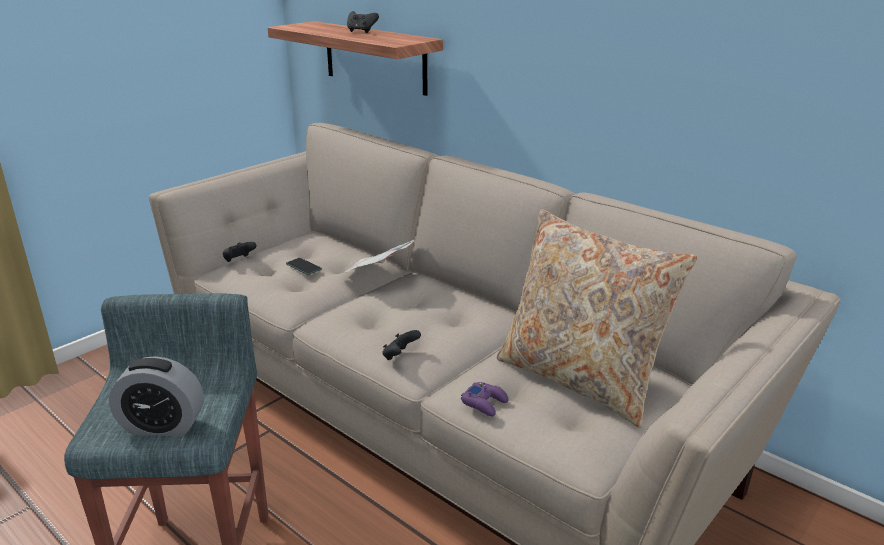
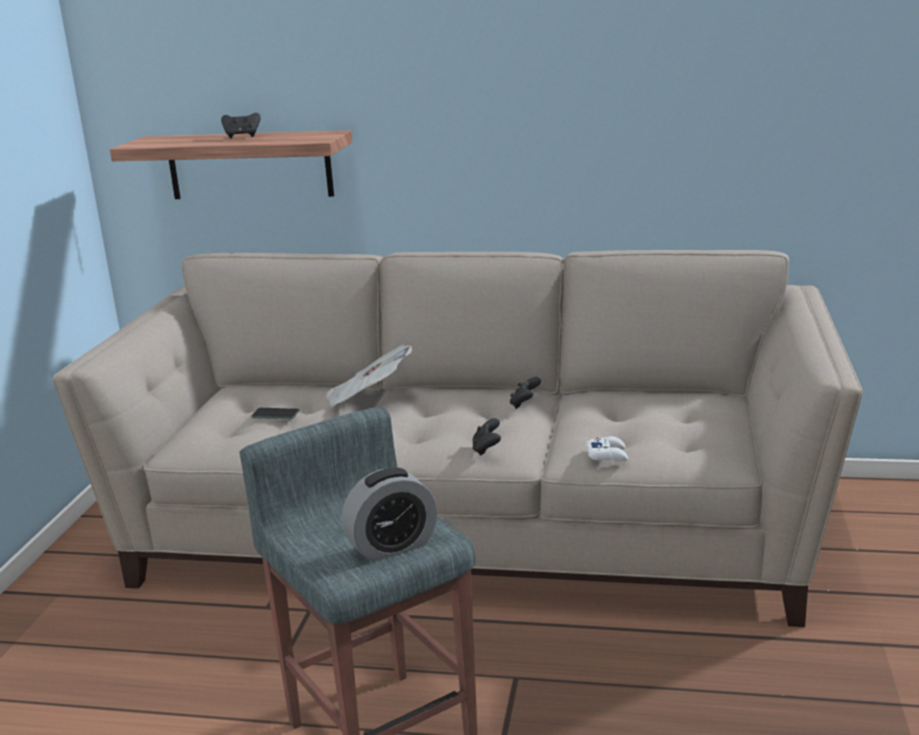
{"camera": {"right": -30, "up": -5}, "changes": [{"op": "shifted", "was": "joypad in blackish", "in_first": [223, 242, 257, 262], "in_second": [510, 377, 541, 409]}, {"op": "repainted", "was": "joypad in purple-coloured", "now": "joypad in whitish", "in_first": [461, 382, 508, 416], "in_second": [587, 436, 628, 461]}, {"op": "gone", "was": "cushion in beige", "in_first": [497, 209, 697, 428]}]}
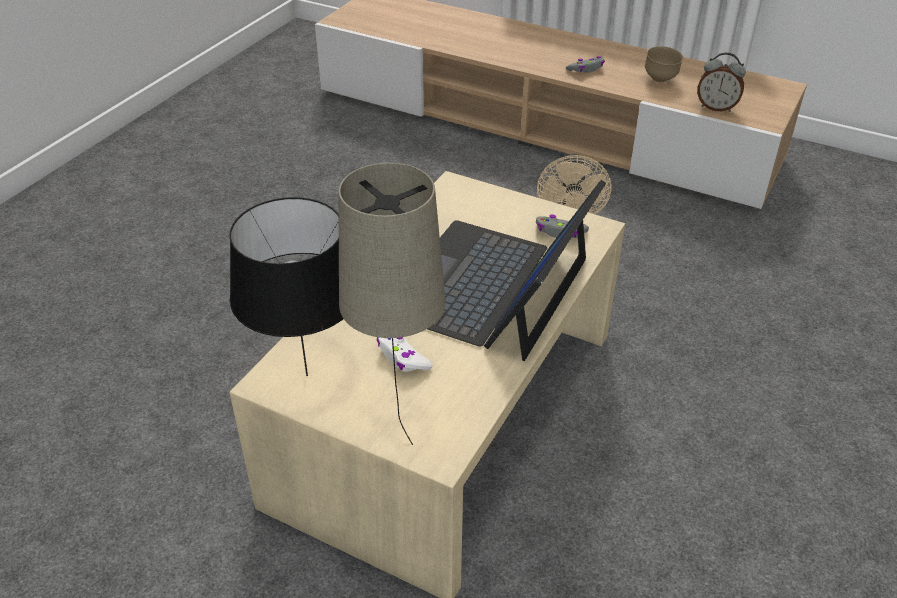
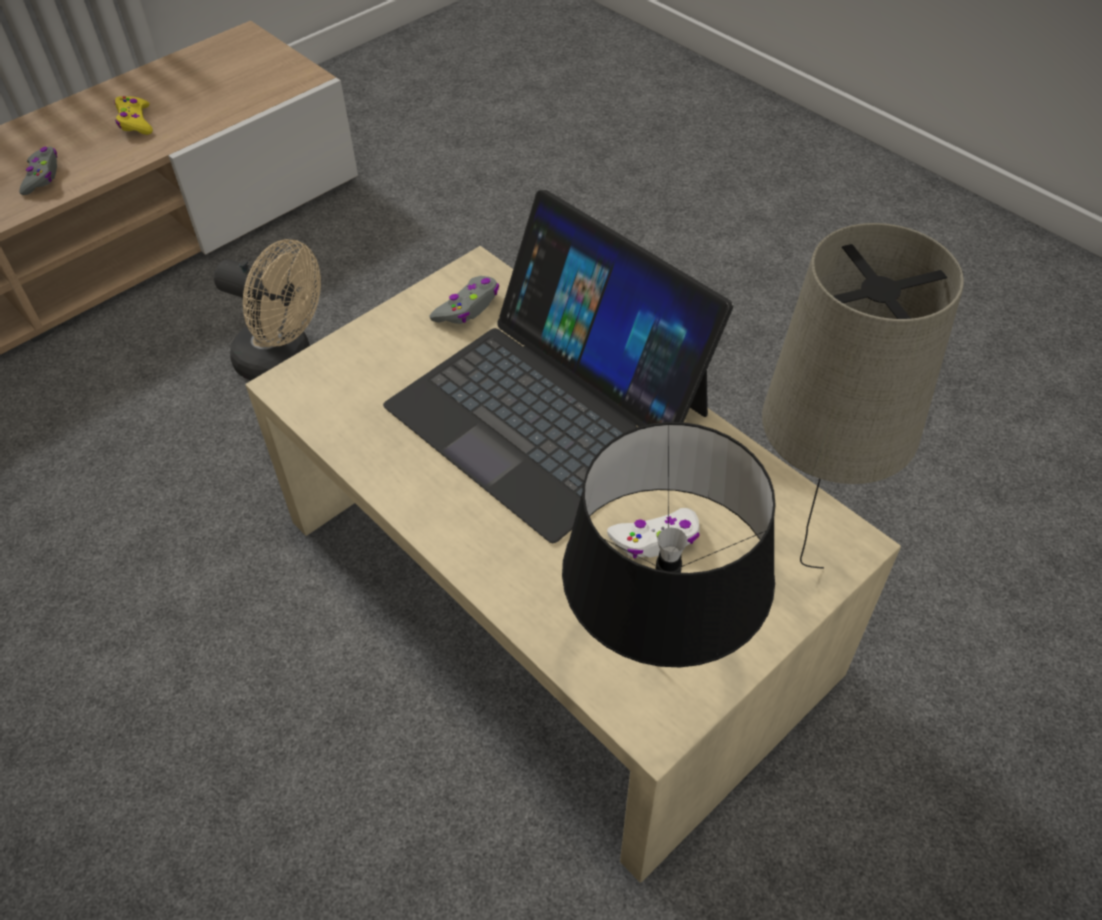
{"camera": {"right": -70, "up": 10}, "changes": [{"op": "swapped", "was": "serving bowl in brownish", "now": "joypad in yellowish", "in_first": [645, 46, 683, 82], "in_second": [114, 96, 153, 135]}, {"op": "gone", "was": "alarm clock", "in_first": [697, 52, 746, 112]}]}
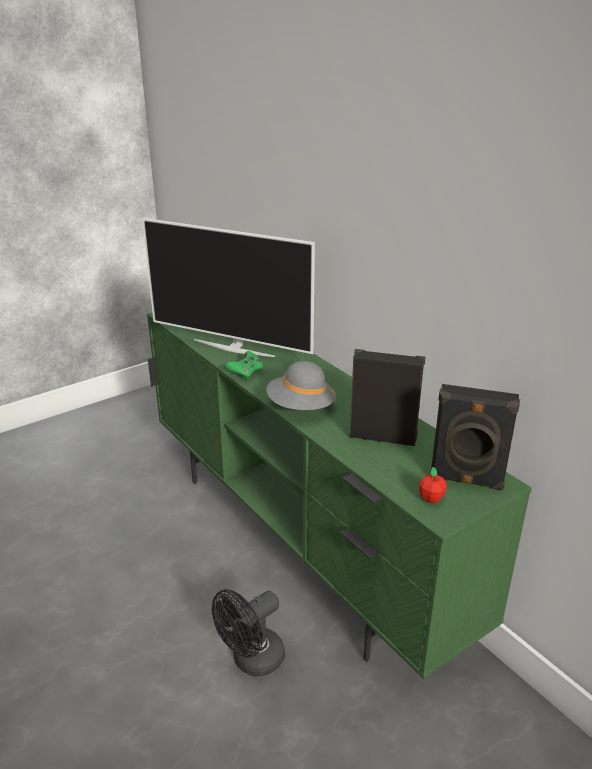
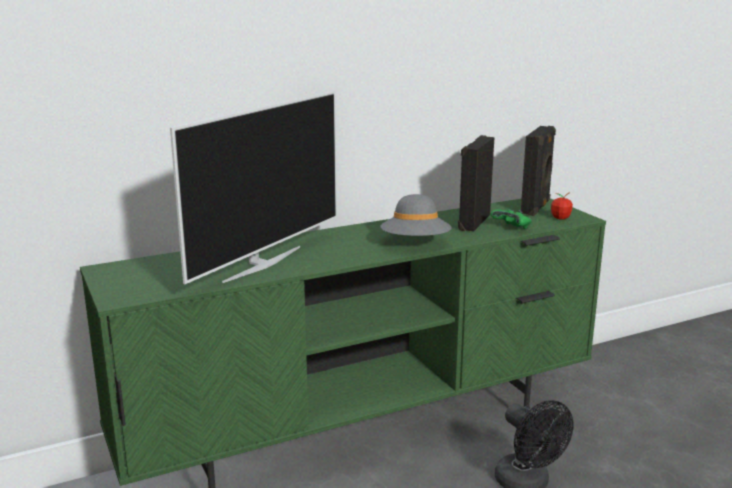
{"camera": {"right": -80, "up": -10}, "changes": [{"op": "shifted", "was": "joypad in green-coloured", "in_first": [225, 351, 263, 380], "in_second": [491, 209, 531, 229]}]}
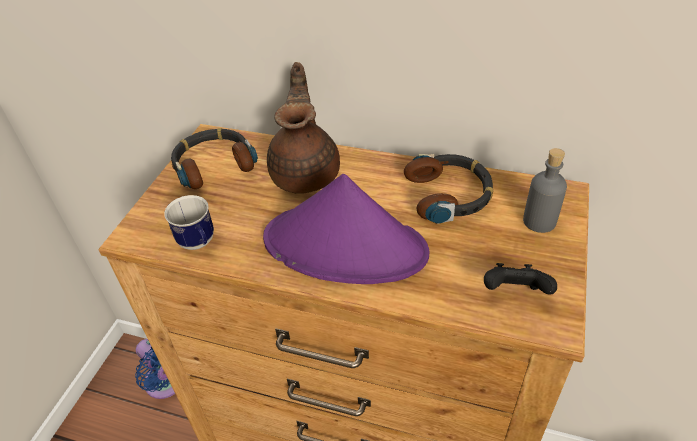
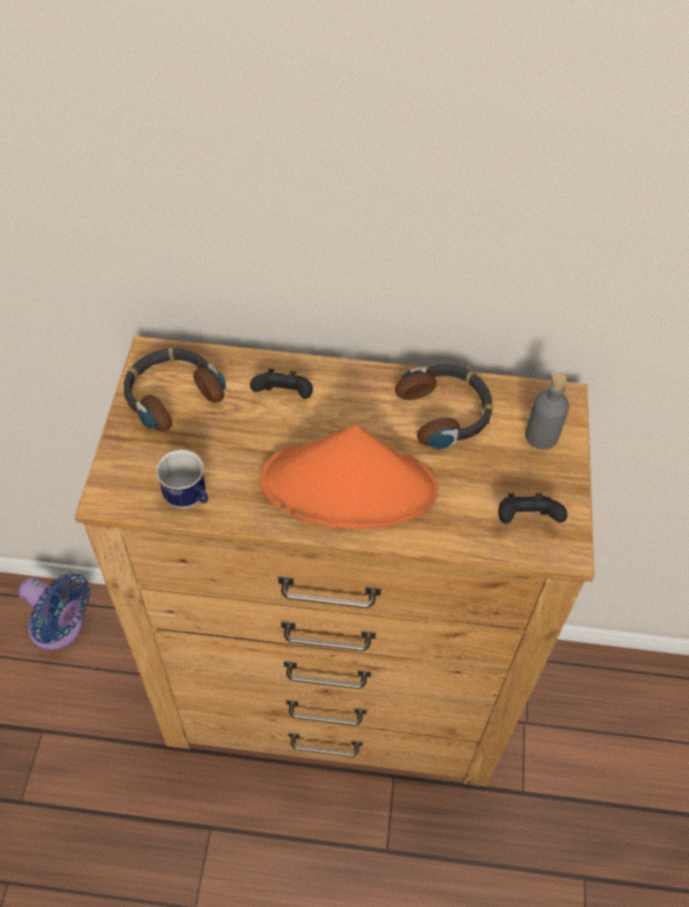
{"camera": {"right": -15, "up": 10}, "changes": [{"op": "swapped", "was": "teapot in brownish", "now": "joypad in blackish", "in_first": [267, 62, 340, 194], "in_second": [250, 369, 313, 399]}, {"op": "repainted", "was": "hat in purple-coloured", "now": "hat in orange", "in_first": [263, 174, 429, 284], "in_second": [260, 424, 438, 529]}]}
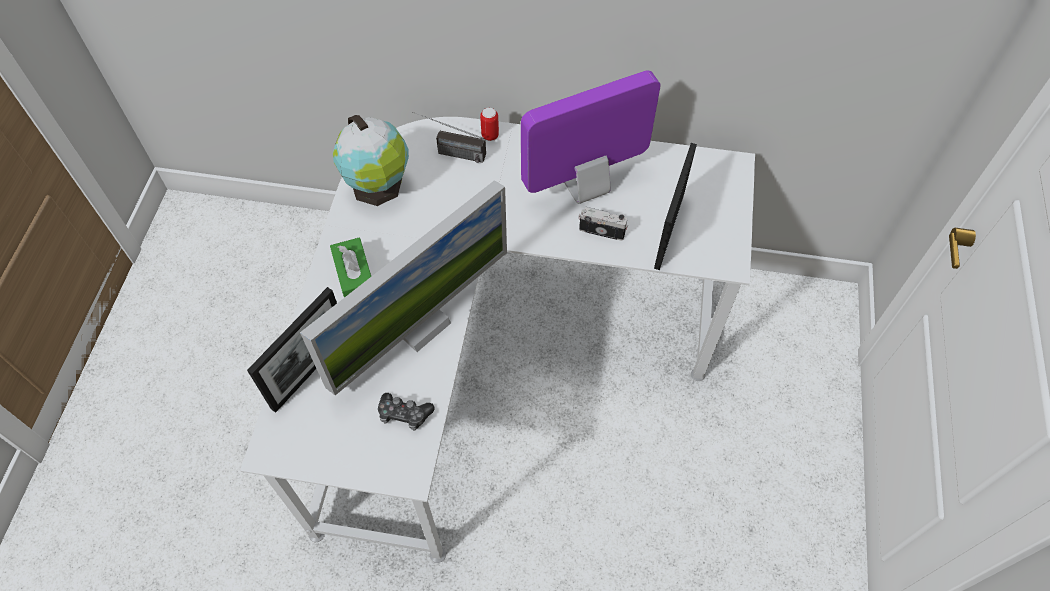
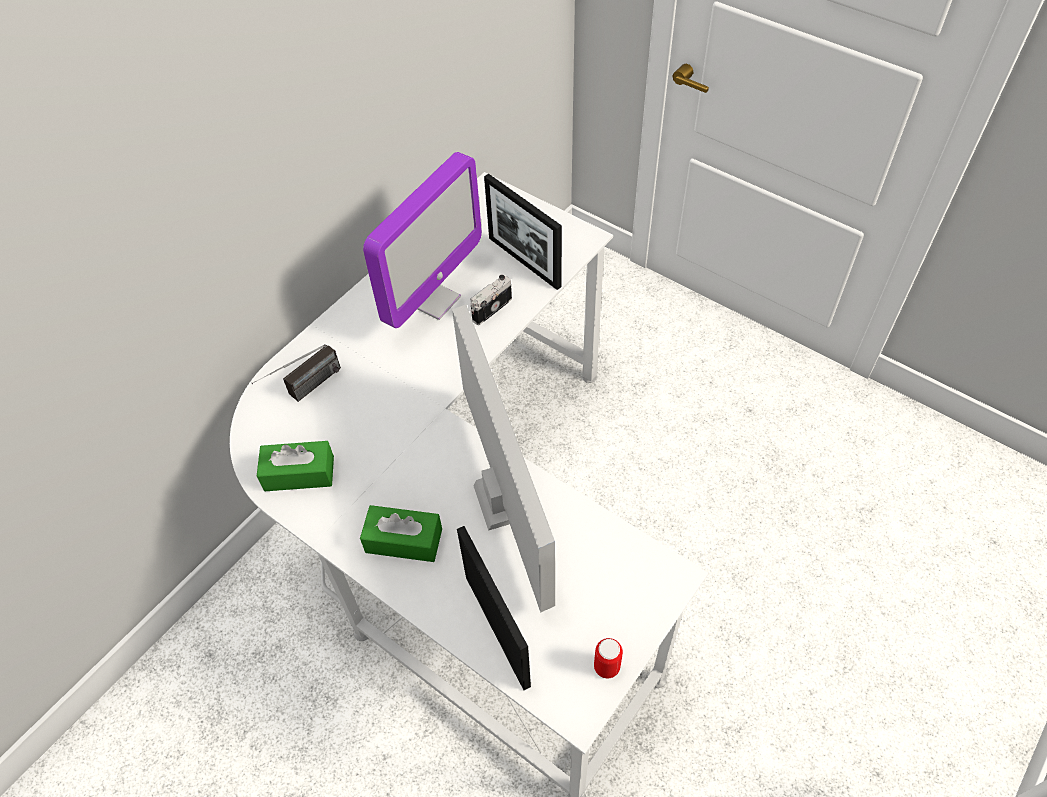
{"camera": {"right": -60, "up": -5}, "changes": [{"op": "swapped", "was": "globe", "now": "box of tissues in green-coloured", "in_first": [333, 115, 409, 206], "in_second": [257, 441, 334, 491]}, {"op": "rotated", "was": "computer screen", "in_first": [521, 70, 661, 204], "in_second": [363, 152, 482, 328], "clockwise": -150}, {"op": "shifted", "was": "can", "in_first": [480, 108, 499, 141], "in_second": [594, 638, 623, 678]}, {"op": "gone", "was": "joypad", "in_first": [378, 393, 435, 431]}]}
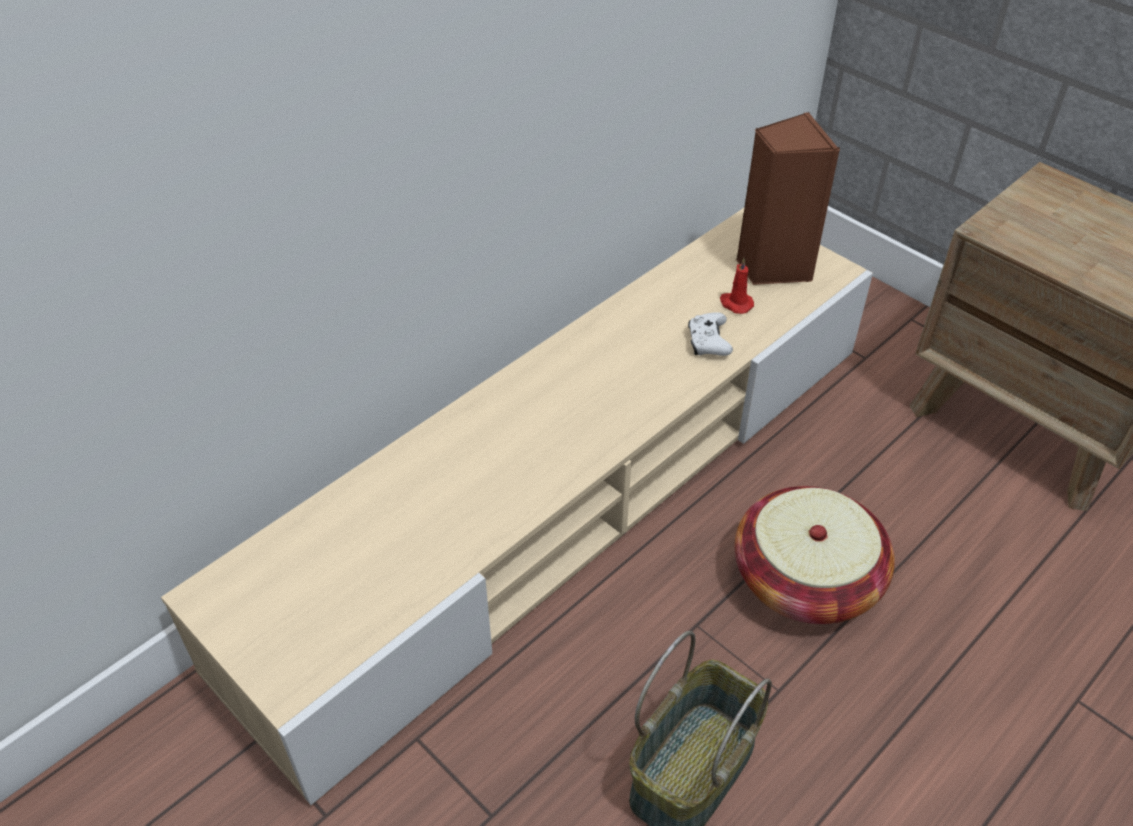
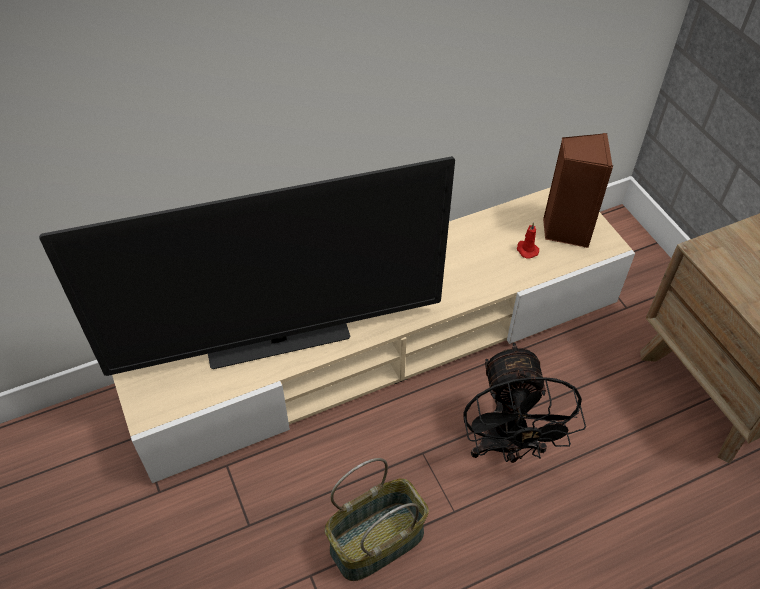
{"camera": {"right": 20, "up": 5}, "changes": [{"op": "new", "now": "TV", "in_second": [39, 156, 455, 376]}, {"op": "swapped", "was": "basket", "now": "cooling fan in blackish", "in_first": [734, 486, 895, 624], "in_second": [463, 343, 586, 463]}, {"op": "gone", "was": "joypad in whitish", "in_first": [688, 312, 733, 356]}]}
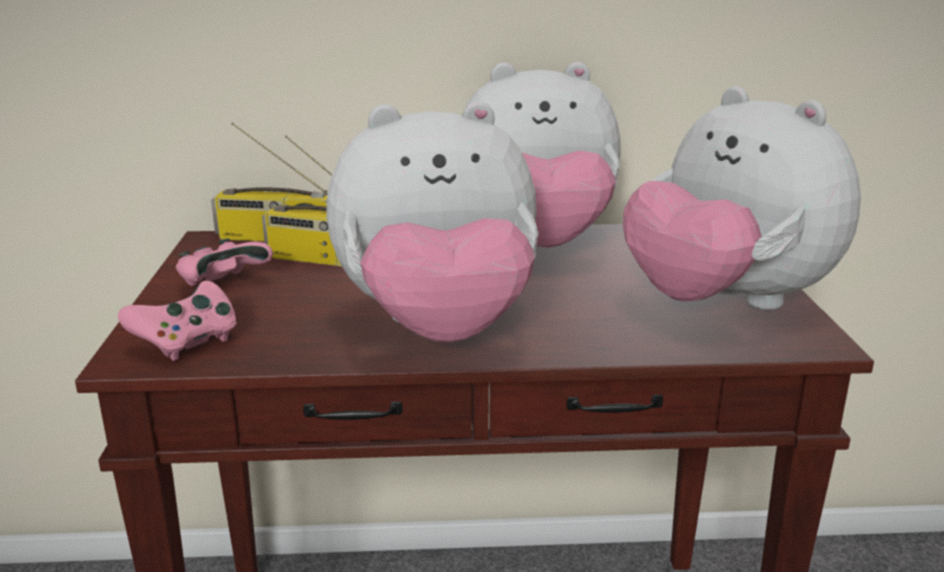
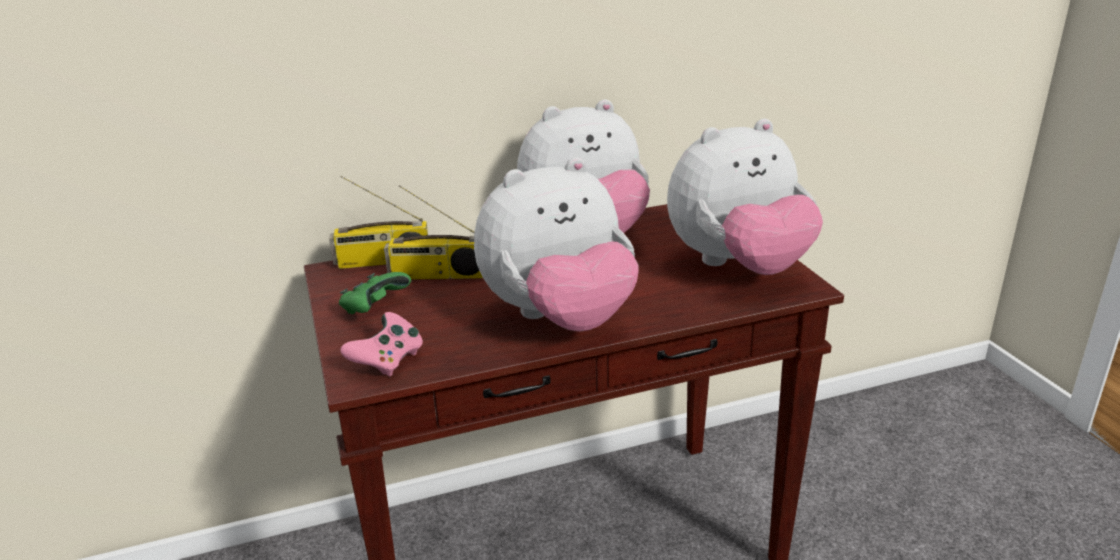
{"camera": {"right": -15, "up": 5}, "changes": [{"op": "repainted", "was": "joypad in pink", "now": "joypad in green-coloured", "in_first": [176, 238, 273, 286], "in_second": [339, 272, 411, 315]}, {"op": "rotated", "was": "cuddly toy", "in_first": [623, 86, 861, 310], "in_second": [667, 119, 823, 275], "clockwise": -60}]}
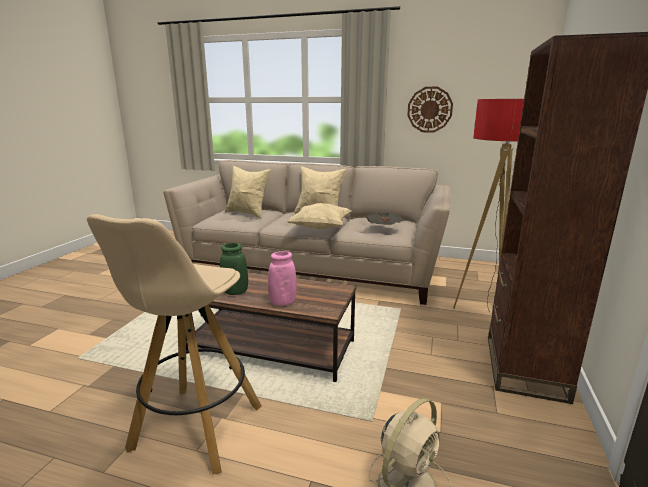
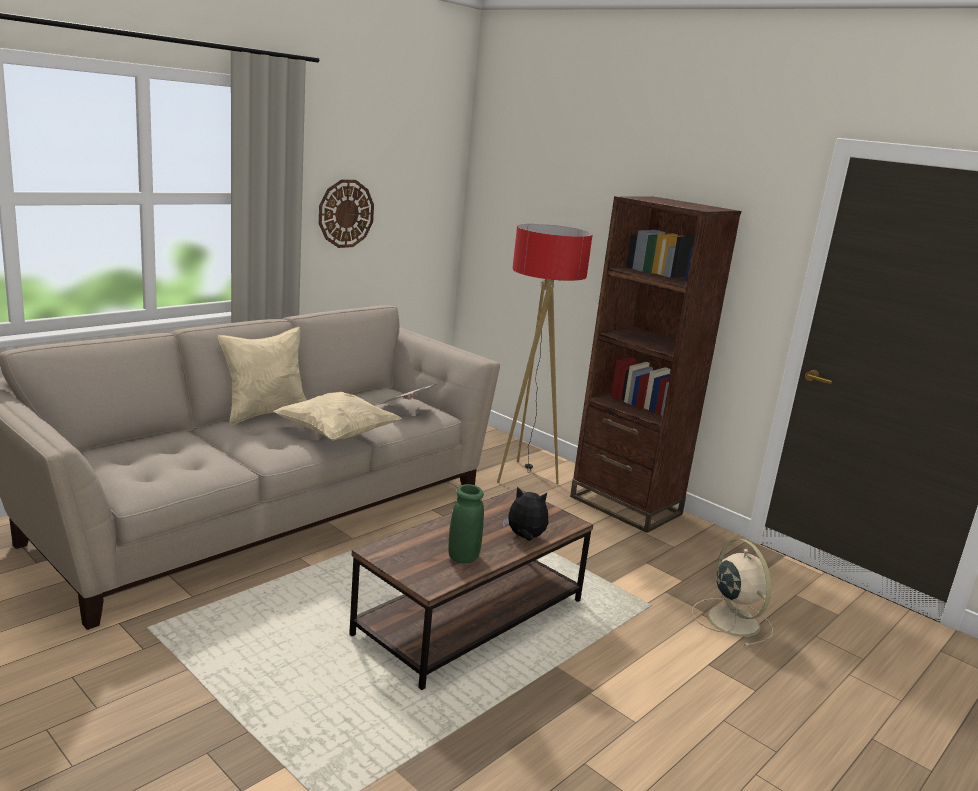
{"camera": {"right": -65, "up": 0}, "changes": [{"op": "swapped", "was": "vase in pink", "now": "cuddly toy", "in_first": [268, 251, 297, 306], "in_second": [502, 486, 548, 541]}, {"op": "gone", "was": "stool in beige", "in_first": [87, 214, 262, 475]}, {"op": "gone", "was": "cushion in beige", "in_first": [225, 166, 271, 219]}]}
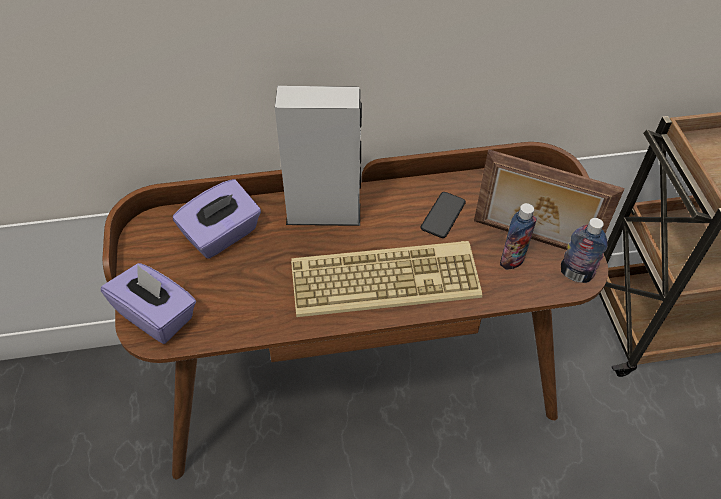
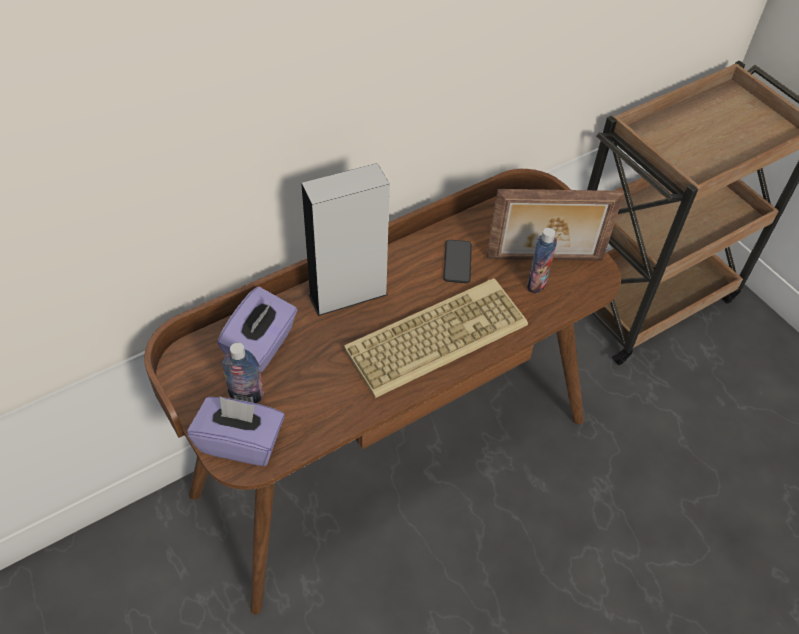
{"camera": {"right": -25, "up": 0}, "changes": [{"op": "shifted", "was": "drink bottle", "in_first": [561, 218, 608, 283], "in_second": [222, 343, 264, 403]}]}
